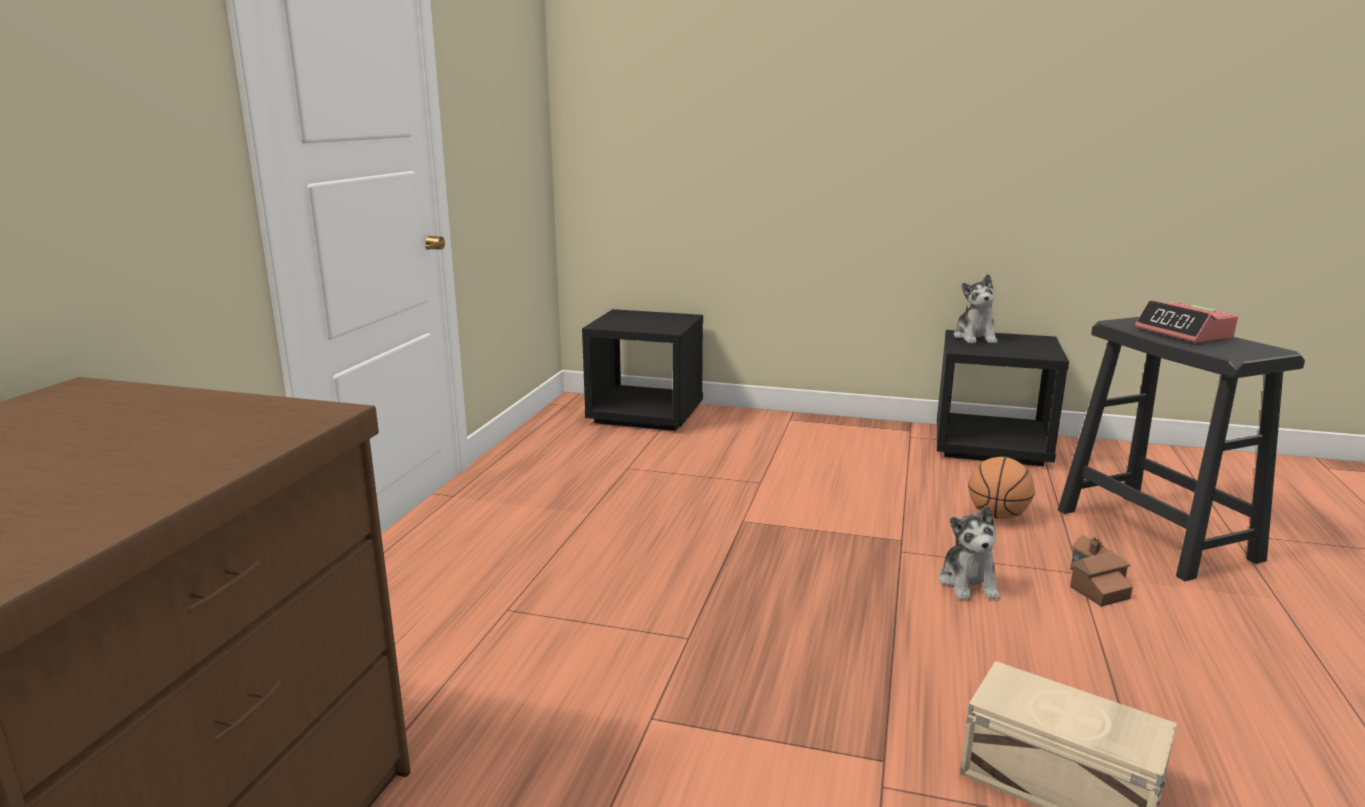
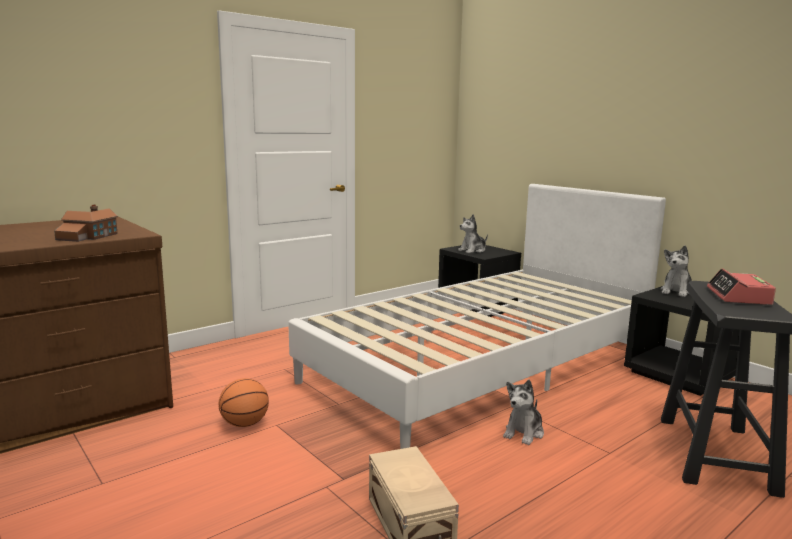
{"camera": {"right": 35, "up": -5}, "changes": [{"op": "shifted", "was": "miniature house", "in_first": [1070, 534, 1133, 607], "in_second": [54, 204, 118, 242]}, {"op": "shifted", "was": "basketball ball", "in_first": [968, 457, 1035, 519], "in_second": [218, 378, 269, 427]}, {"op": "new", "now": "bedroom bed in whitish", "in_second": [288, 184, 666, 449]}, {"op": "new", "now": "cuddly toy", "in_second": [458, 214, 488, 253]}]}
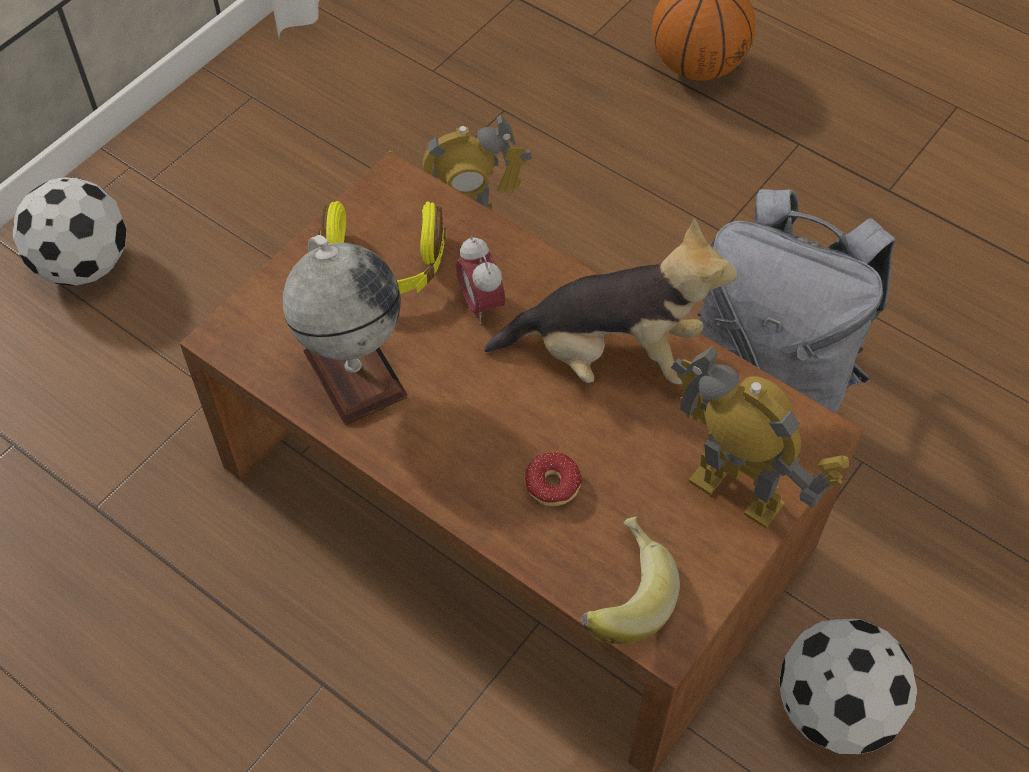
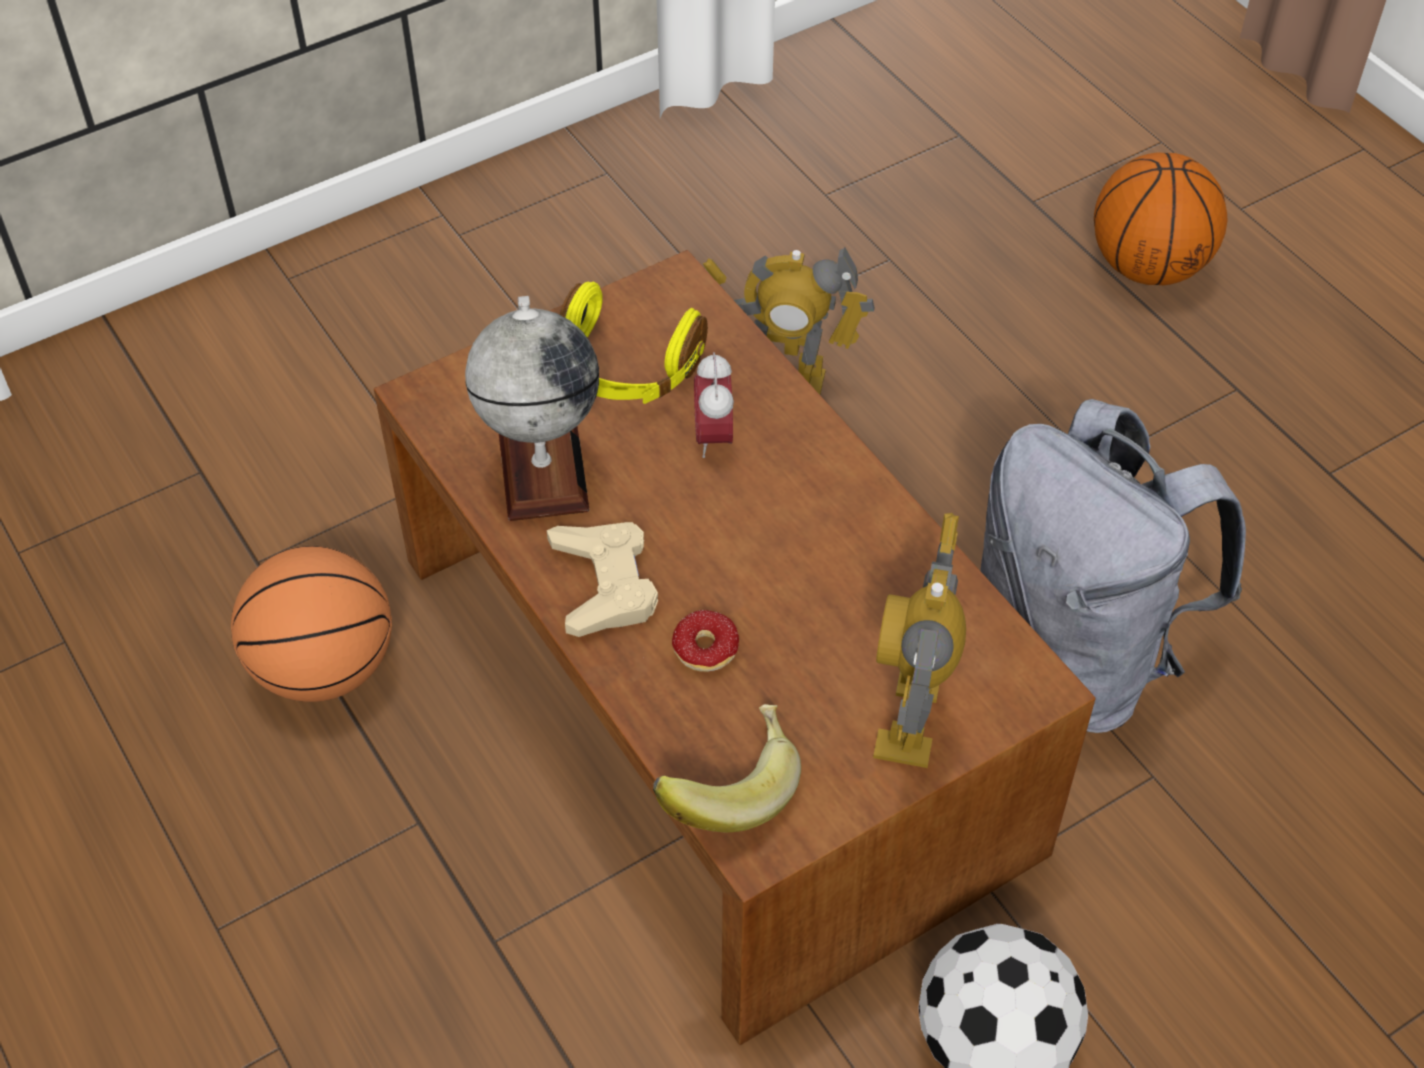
{"camera": {"right": 20, "up": -5}, "changes": [{"op": "new", "now": "basketball ball", "in_second": [231, 546, 392, 702]}, {"op": "new", "now": "joypad in beige", "in_second": [547, 522, 658, 637]}, {"op": "rotated", "was": "robot figure", "in_first": [671, 346, 849, 528], "in_second": [873, 513, 966, 768], "clockwise": -135}, {"op": "gone", "was": "ball for football", "in_first": [13, 177, 127, 286]}, {"op": "gone", "was": "cuddly toy", "in_first": [484, 218, 738, 384]}]}
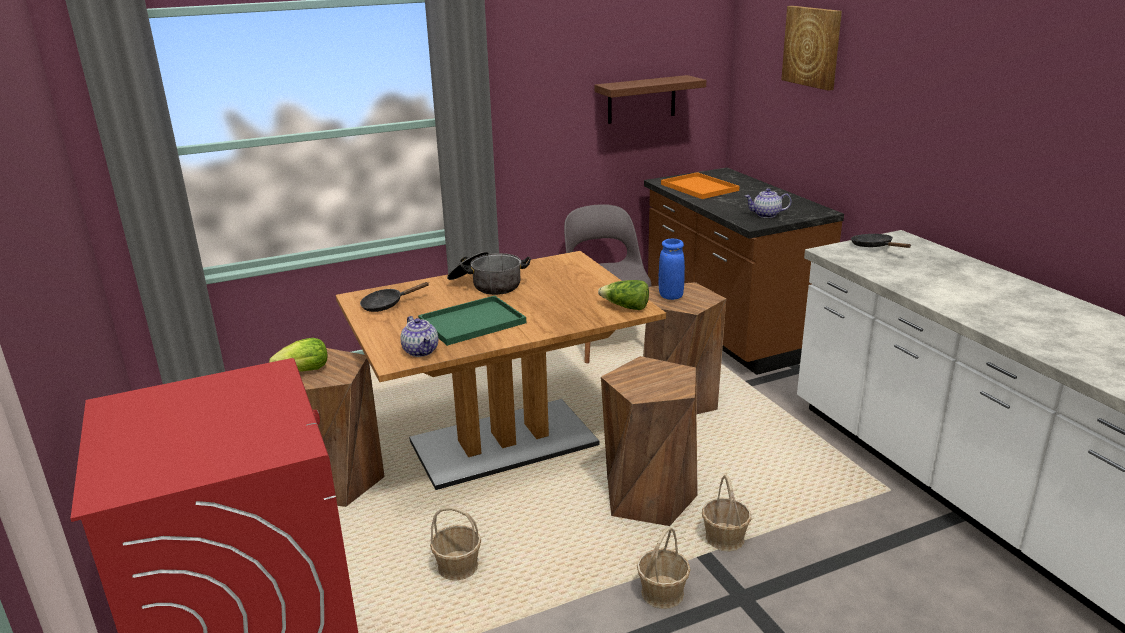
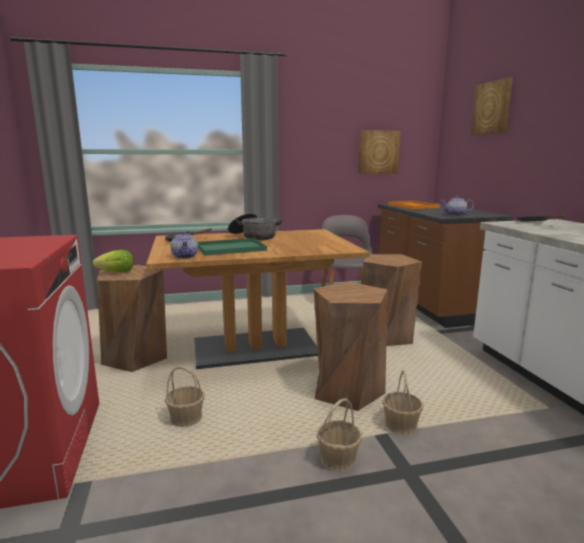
{"camera": {"right": 10, "up": -10}, "changes": [{"op": "swapped", "was": "bracket shelf in brownish", "now": "wall picture", "in_first": [595, 75, 706, 124], "in_second": [358, 130, 401, 174]}, {"op": "gone", "was": "lettuce", "in_first": [598, 280, 649, 310]}, {"op": "gone", "was": "vase in blue-coloured", "in_first": [658, 239, 685, 300]}]}
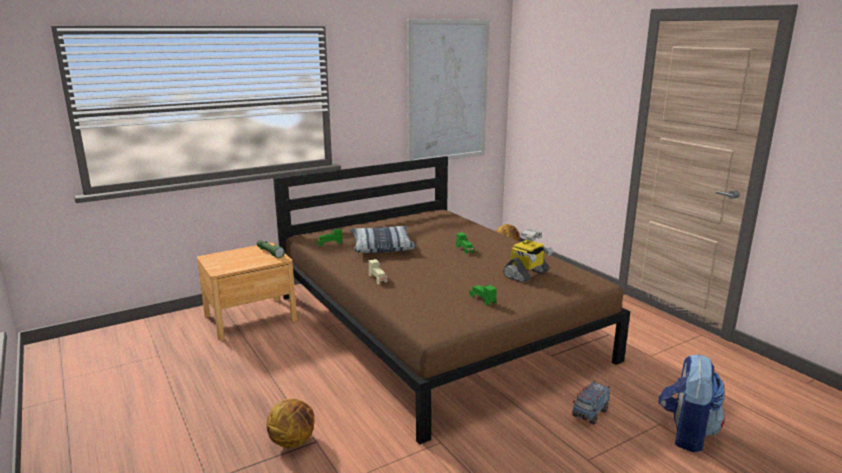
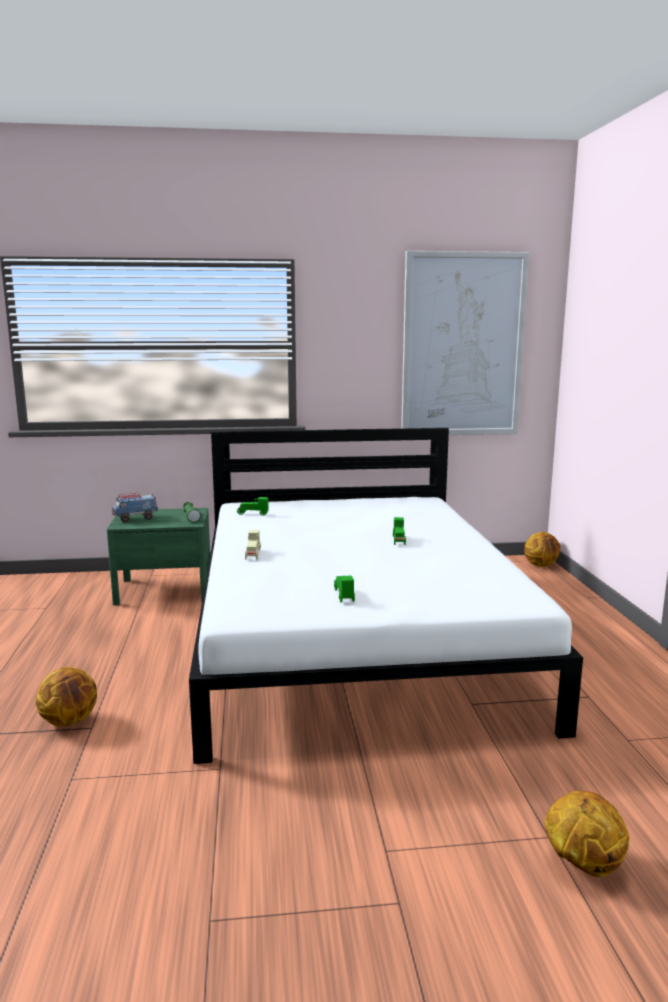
{"camera": {"right": 25, "up": -5}, "changes": [{"op": "repainted", "was": "night table in brownish", "now": "night table in green-coloured", "in_first": [197, 243, 297, 340], "in_second": [107, 508, 210, 606]}, {"op": "shifted", "was": "model truck", "in_first": [572, 381, 610, 425], "in_second": [112, 493, 158, 522]}, {"op": "repainted", "was": "bedroom bed in brownish", "now": "bedroom bed in whitish", "in_first": [273, 156, 630, 444], "in_second": [189, 428, 583, 764]}, {"op": "swapped", "was": "knapsack", "now": "basketball ball", "in_first": [659, 354, 725, 452], "in_second": [545, 791, 629, 877]}, {"op": "gone", "was": "cushion", "in_first": [350, 226, 416, 253]}, {"op": "gone", "was": "robot figure", "in_first": [503, 229, 553, 283]}]}
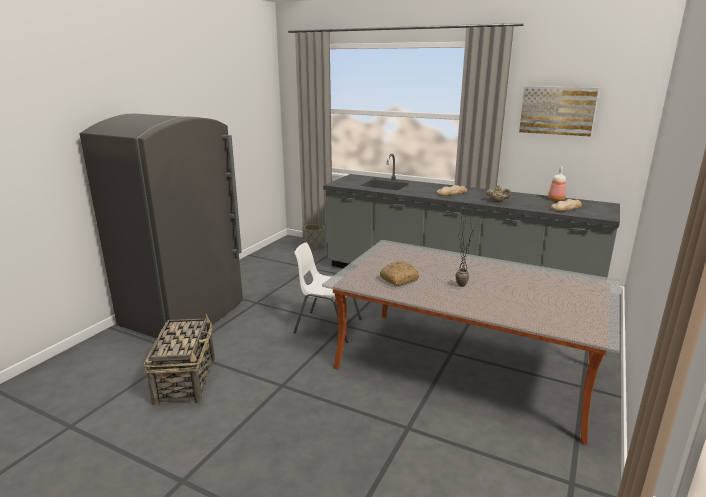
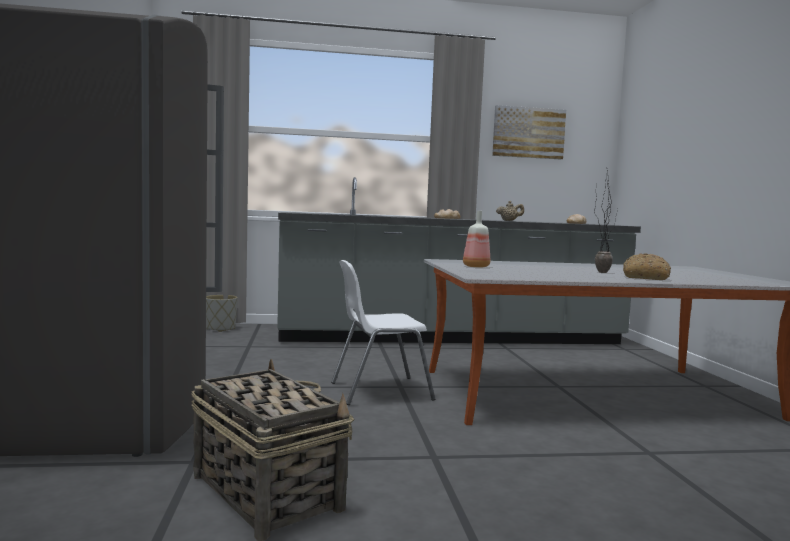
{"camera": {"right": -35, "up": -15}, "changes": [{"op": "shifted", "was": "drink bottle", "in_first": [548, 167, 566, 201], "in_second": [463, 211, 490, 268]}, {"op": "shifted", "was": "baked bread", "in_first": [380, 262, 419, 286], "in_second": [623, 253, 671, 280]}]}
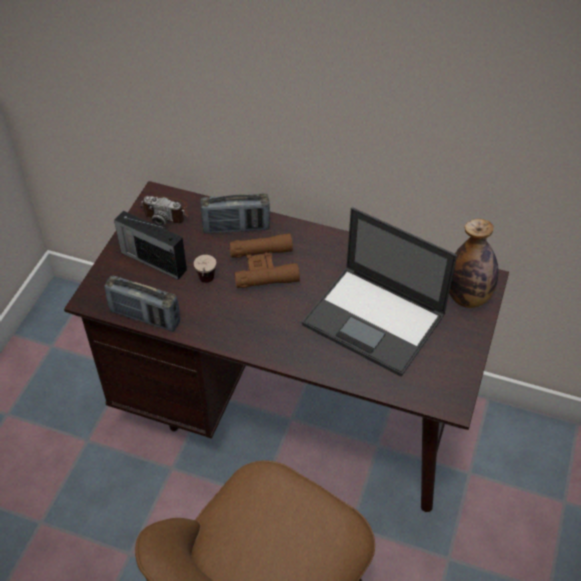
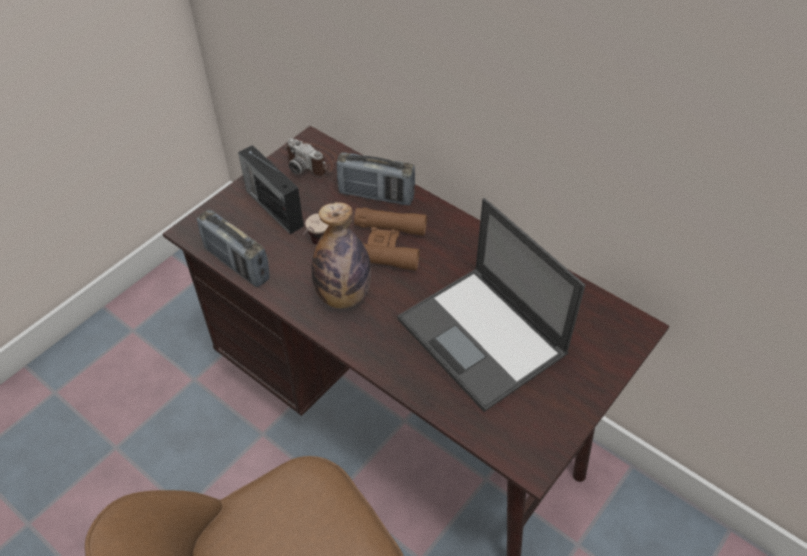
{"camera": {"right": 20, "up": 0}, "changes": [{"op": "shifted", "was": "drink bottle", "in_first": [449, 219, 498, 308], "in_second": [312, 202, 371, 308]}]}
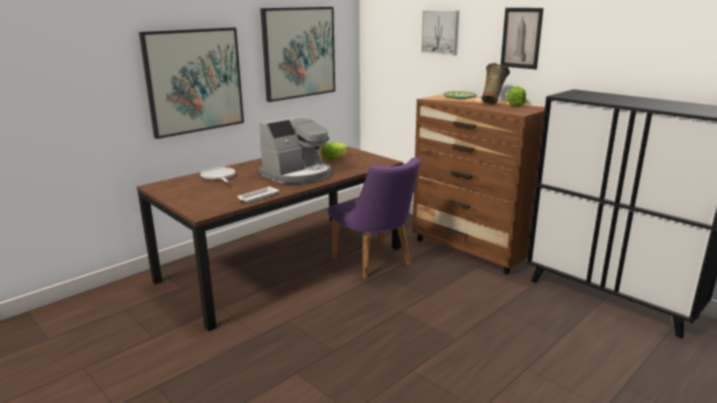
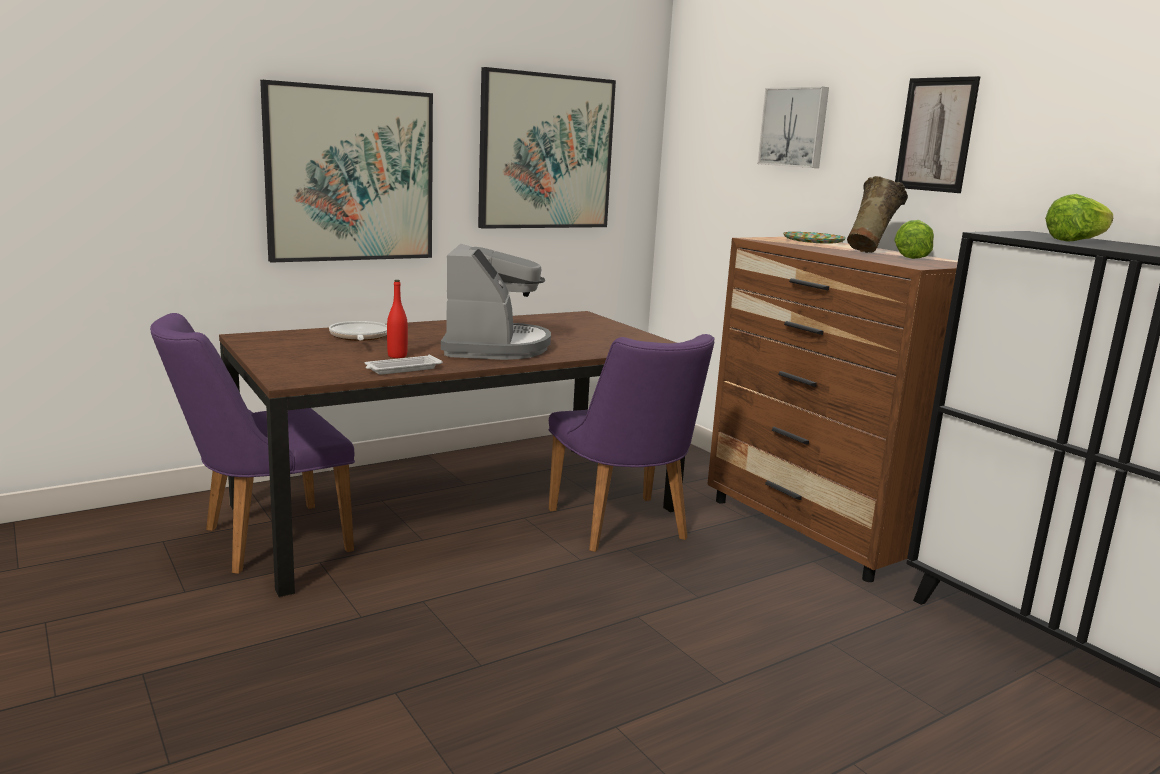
{"camera": {"right": 10, "up": -5}, "changes": [{"op": "new", "now": "upright chair in purple-coloured", "in_second": [150, 313, 355, 574]}, {"op": "new", "now": "drink bottle in red", "in_second": [387, 280, 408, 358]}, {"op": "rotated", "was": "coffee machine", "in_first": [259, 115, 331, 184], "in_second": [441, 244, 551, 360], "clockwise": -60}, {"op": "shifted", "was": "lettuce", "in_first": [321, 142, 349, 160], "in_second": [1045, 194, 1113, 242]}]}
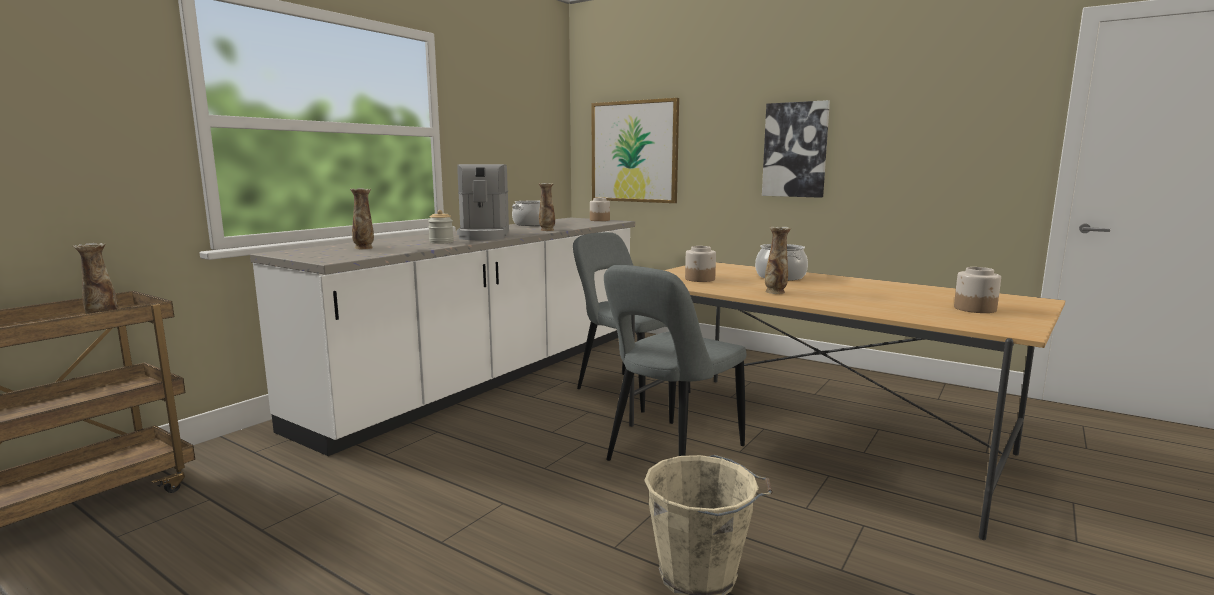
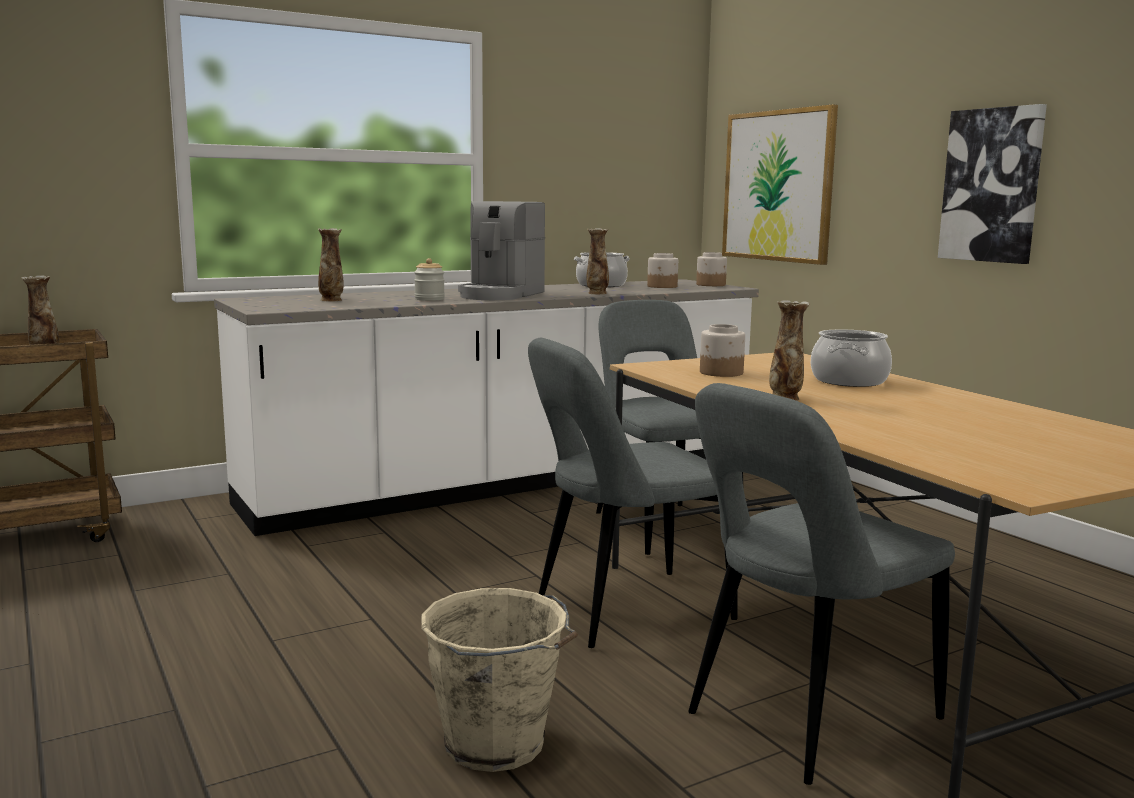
{"camera": {"right": 25, "up": 0}, "changes": [{"op": "shifted", "was": "preserve jar", "in_first": [954, 267, 1001, 313], "in_second": [647, 253, 678, 288]}, {"op": "new", "now": "upright chair in grey", "in_second": [688, 383, 955, 785]}]}
